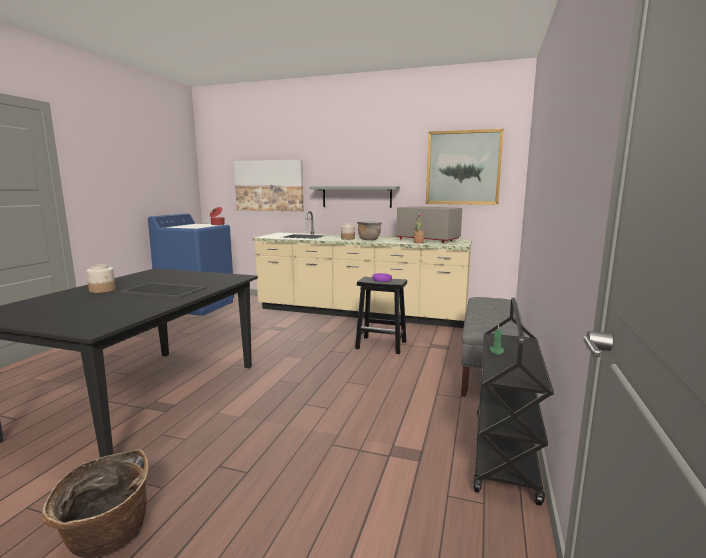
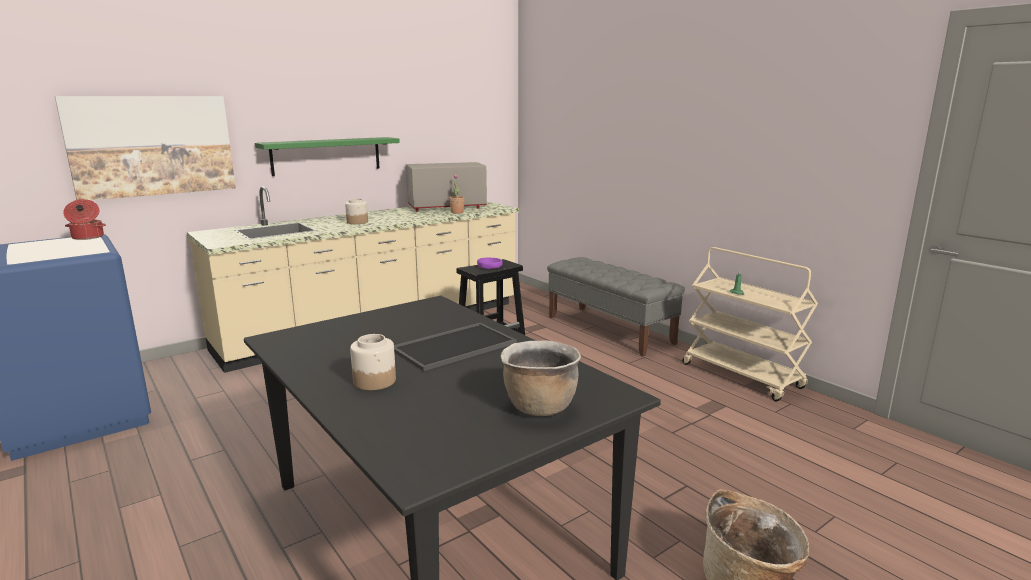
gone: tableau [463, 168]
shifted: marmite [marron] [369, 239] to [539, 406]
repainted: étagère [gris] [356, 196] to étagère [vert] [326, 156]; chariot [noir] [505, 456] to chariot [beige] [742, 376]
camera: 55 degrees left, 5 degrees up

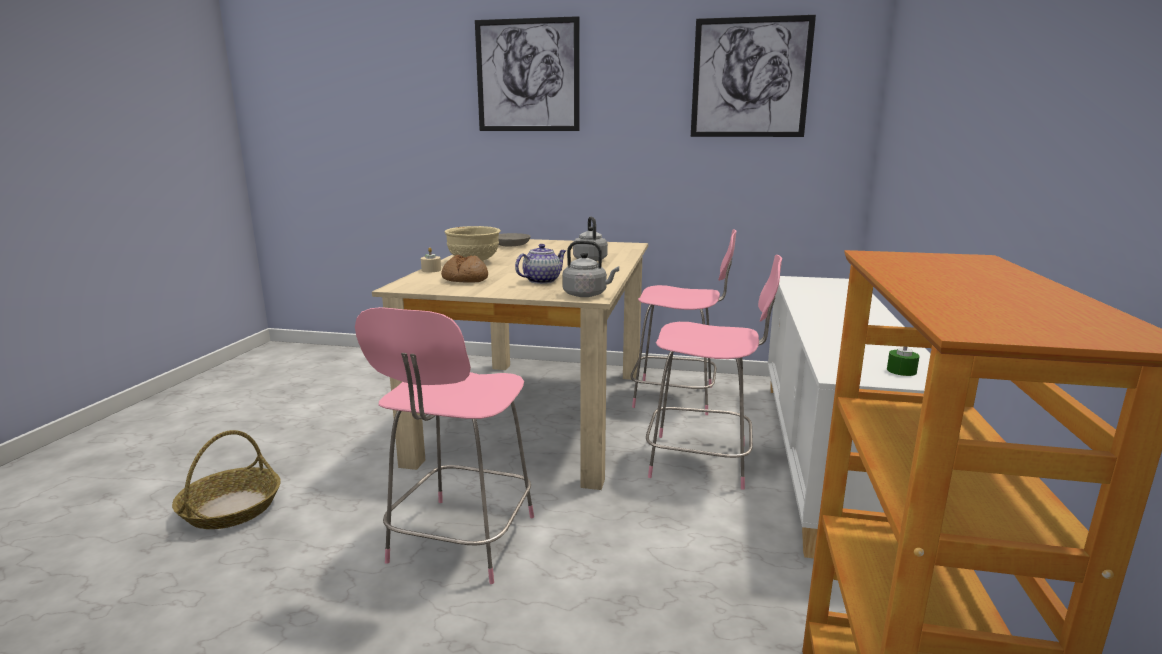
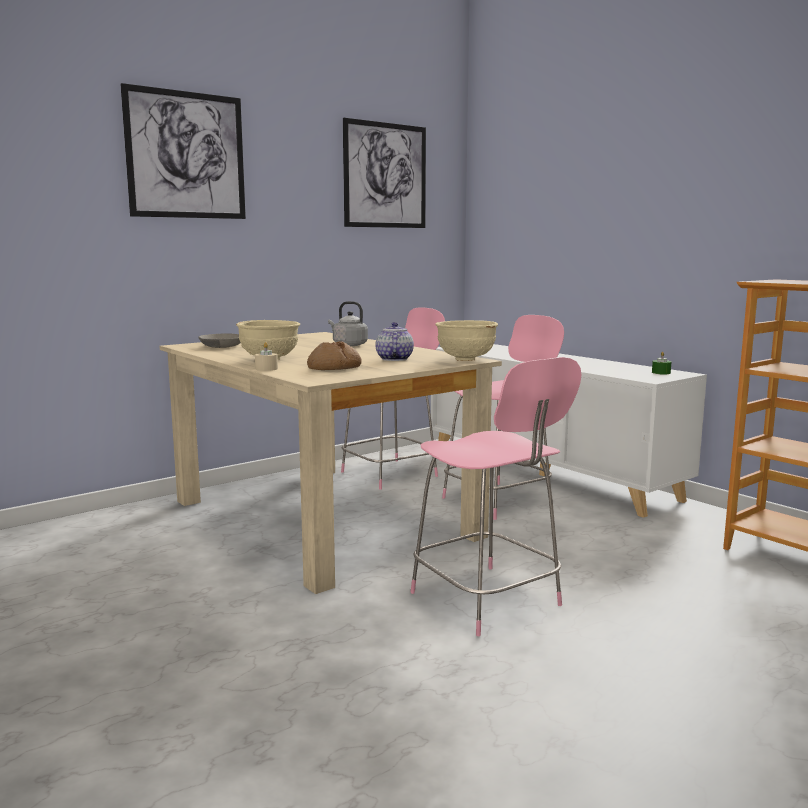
gone: panier [231, 508]
swapped: bouilloire [gris] [587, 294] to bol [beige] [465, 359]
camera: 50 degrees left, 5 degrees down

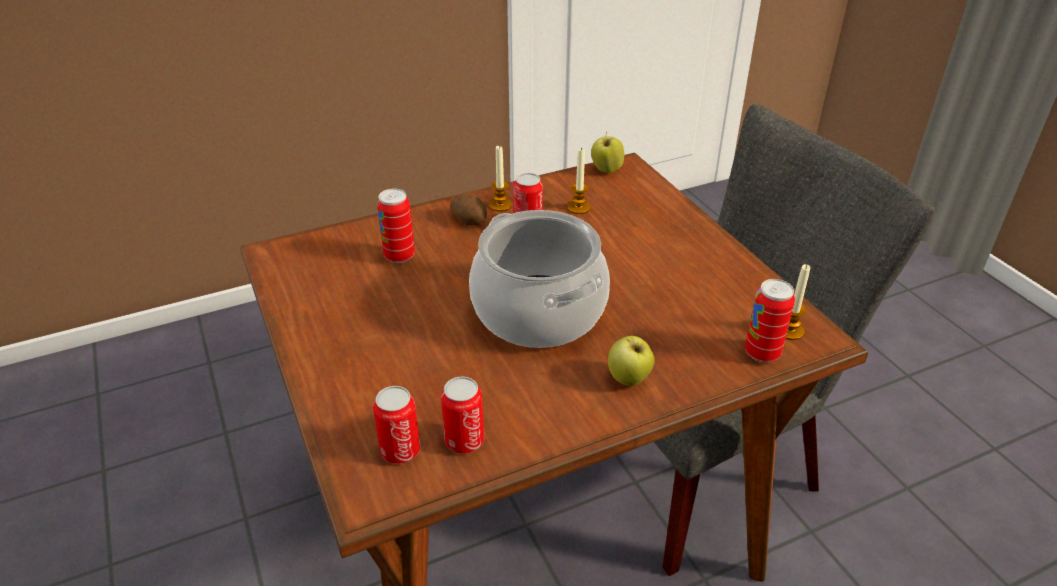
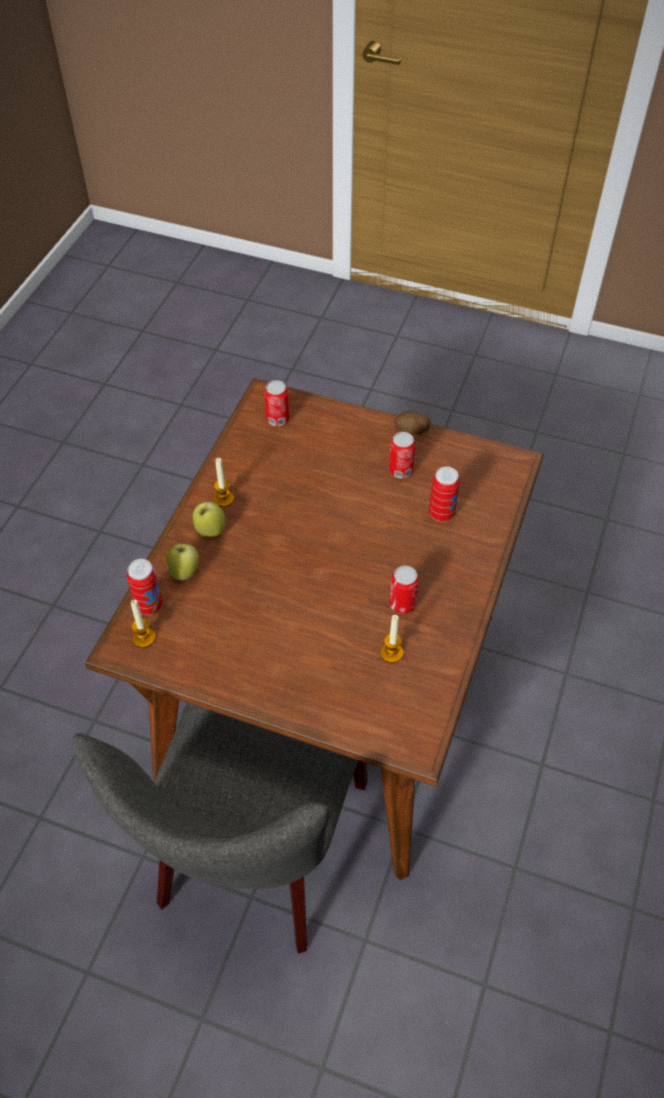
gone: marmite [540, 311]
shifted: pomme [606, 170] to [184, 571]; bougie [500, 205] to [223, 499]; pomme de terre [470, 220] to [411, 430]; boîte métallique [464, 441] to [400, 470]
camera: 135 degrees right, 15 degrees up

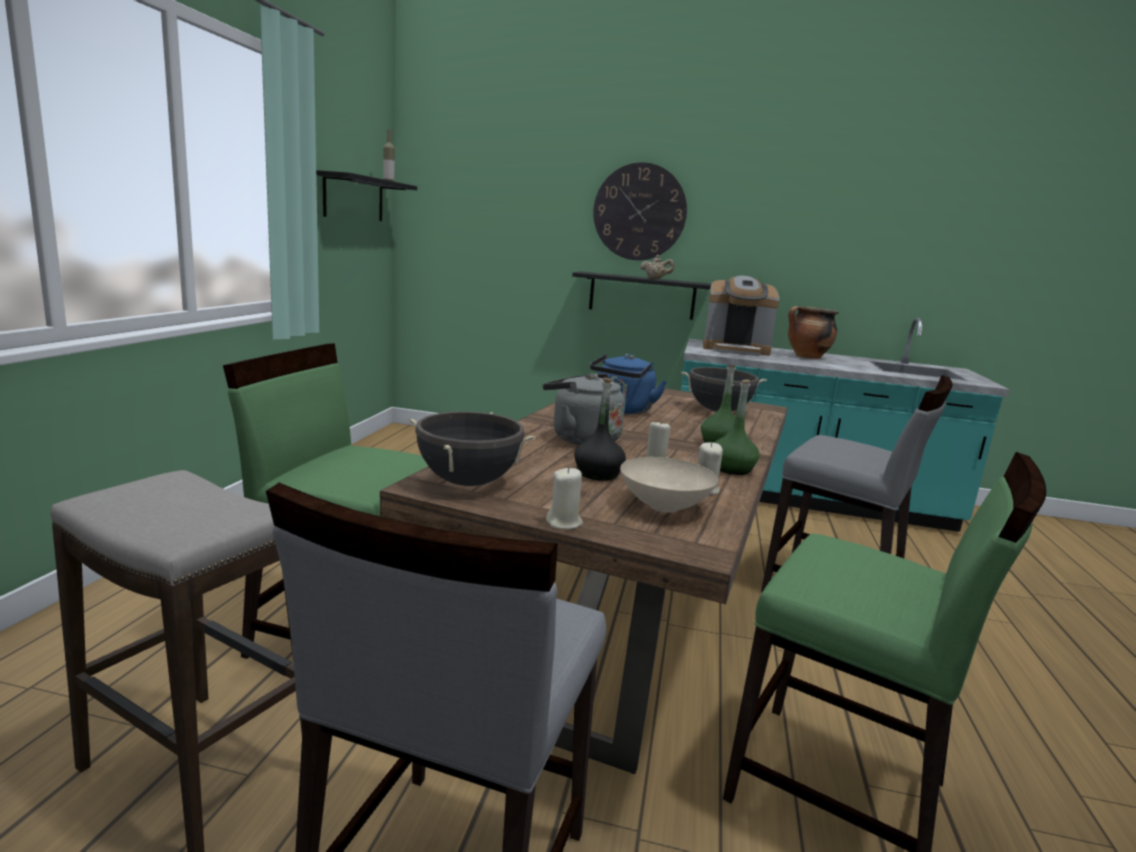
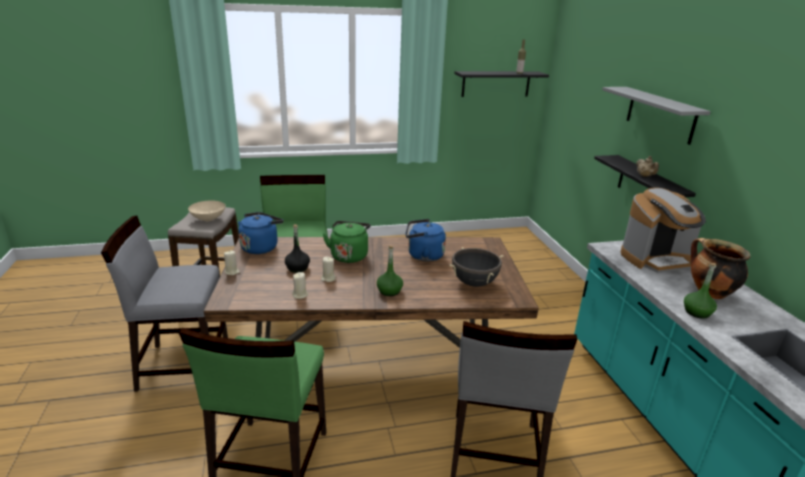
shifted: bouteille [vert] [732, 469] to [696, 312]; bol [beige] [665, 507] to [208, 219]
swapped: horloge murale [639, 212] to étagère [gris] [660, 114]; marmite [noir] [468, 482] to bouilloire [bleu] [261, 247]
repainted: bouilloire [gris] [581, 438] to bouilloire [vert] [349, 255]
rotated: machine à café [735, 350] = [655, 259] 90 degrees counterclockwise
camera: 65 degrees right, 10 degrees up

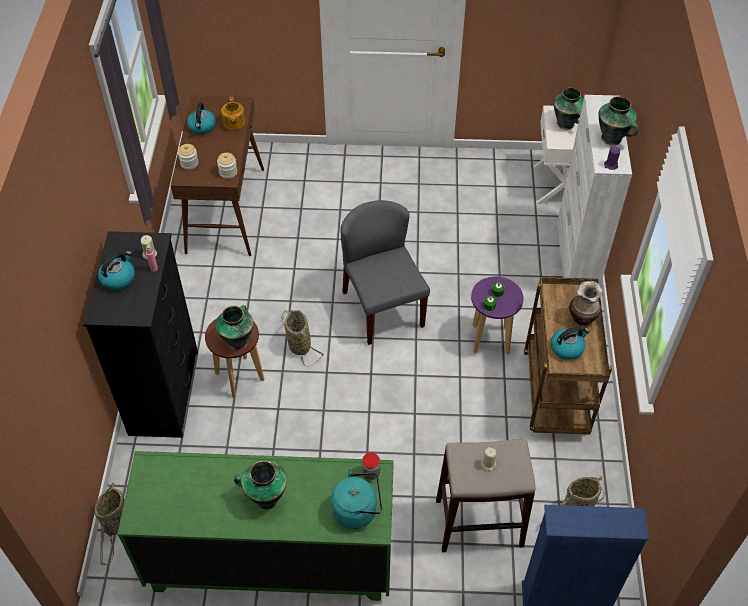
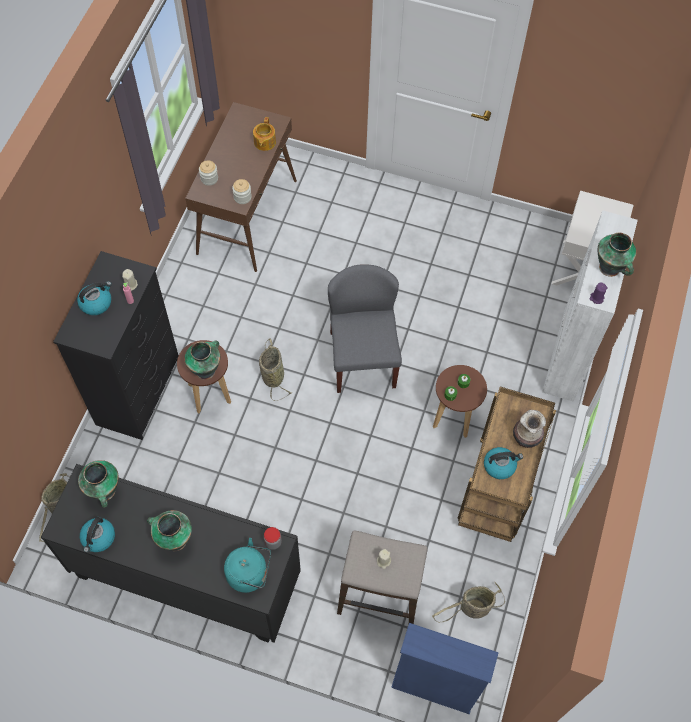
shifted: vase [566, 124] to [105, 492]; bouilloire [202, 127] to [98, 538]
repainted: tabouret [violet] [490, 339] to tabouret [marron] [454, 418]; commode [vert] [271, 558] to commode [noir] [185, 575]
camera: 15 degrees right, 10 degrees up

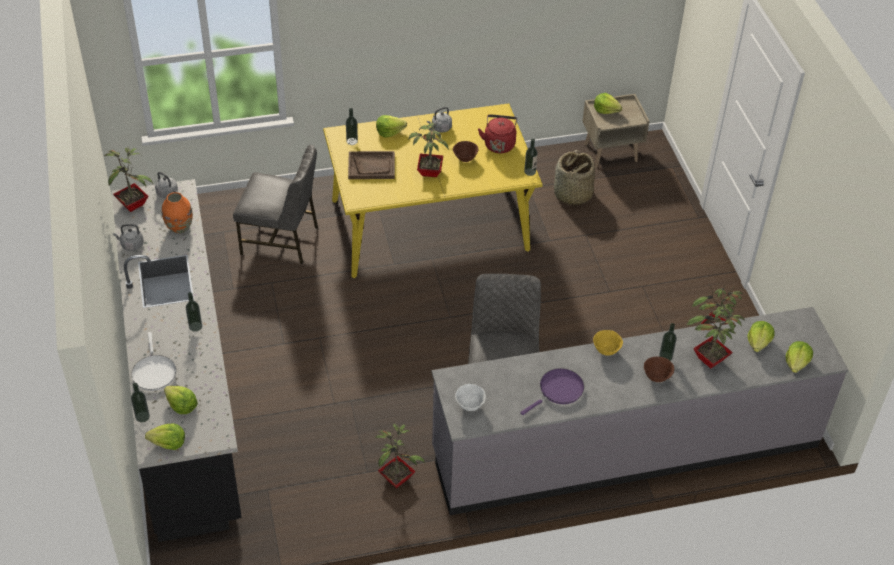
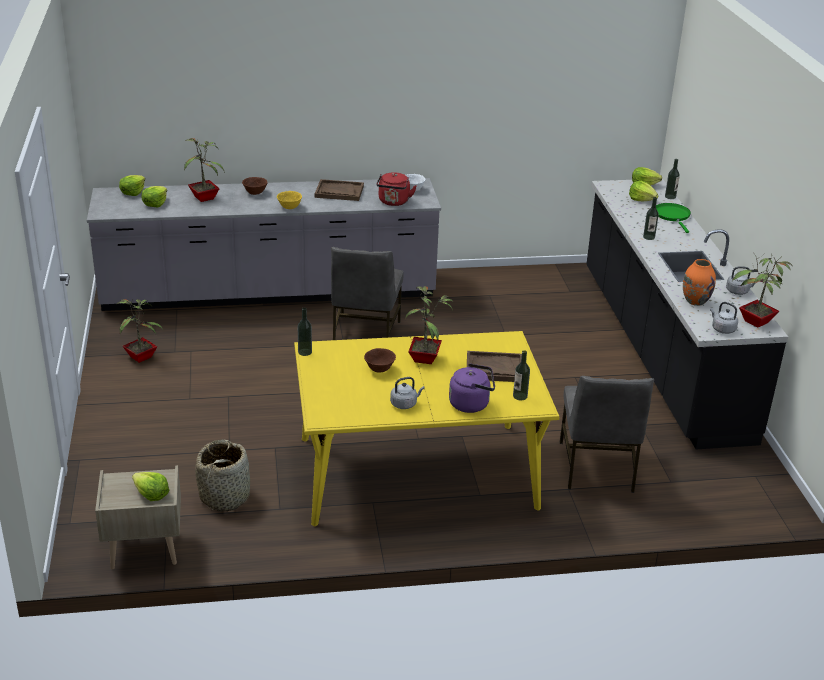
gone: bouteille [665, 357]; plante en pot [397, 478]
shifted: bouilloire [rouge] [499, 144] to [393, 202]
swapped: laitue [389, 132] to bouilloire [violet] [471, 404]; poêle [violet] [558, 390] to plateau [marron] [339, 192]
repainted: poêle [blanc] [154, 372] to poêle [vert] [672, 216]
rotated: chaise [gris] [281, 240] = [597, 468] 105 degrees counterclockwise
camera: 175 degrees left, 15 degrees down

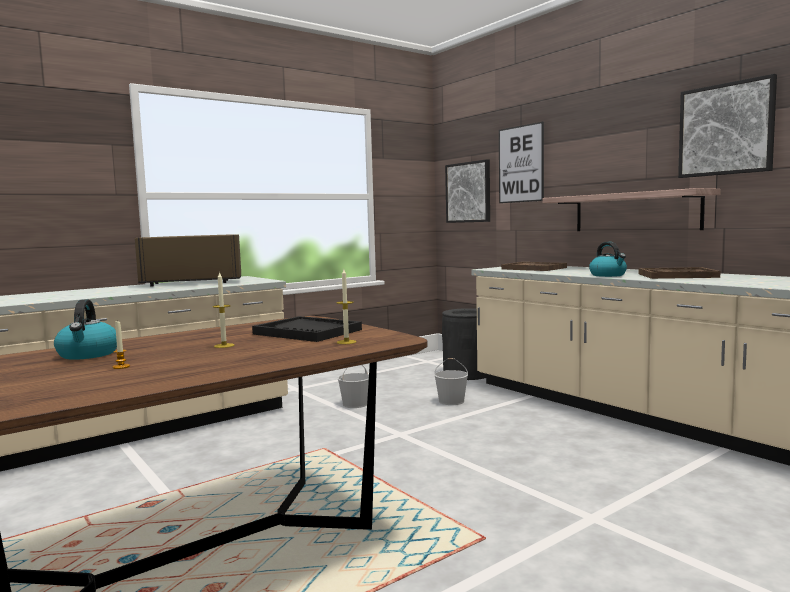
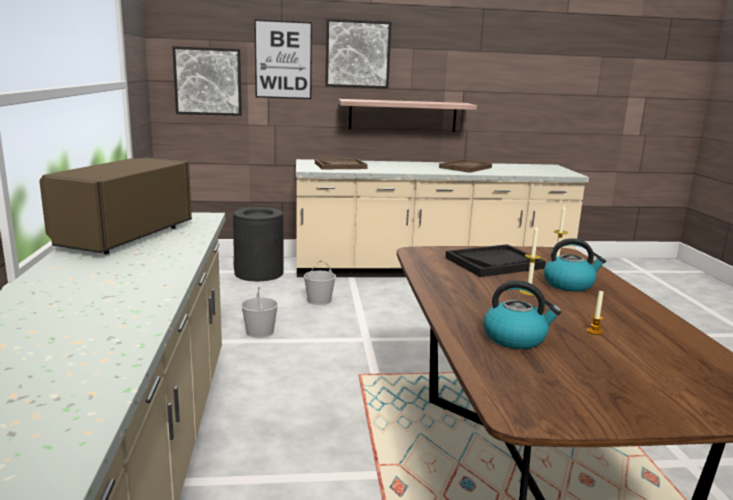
shifted: tableau [726, 129] to [357, 54]; bouilloire [608, 275] to [569, 284]
camera: 60 degrees left, 10 degrees up

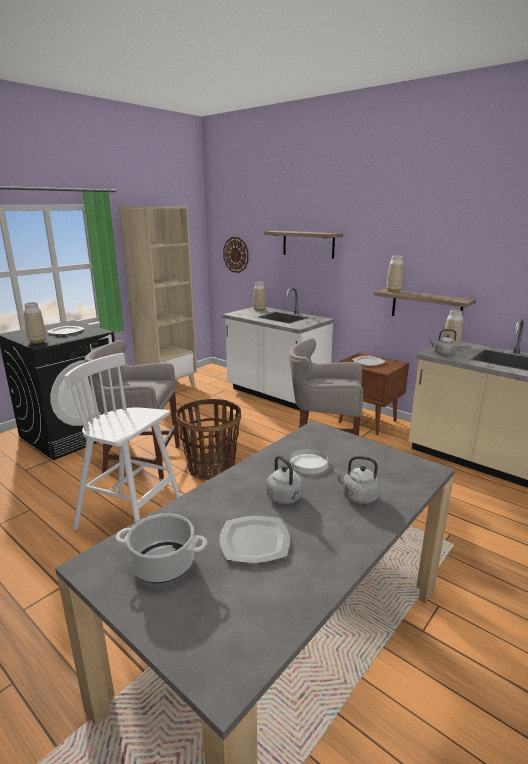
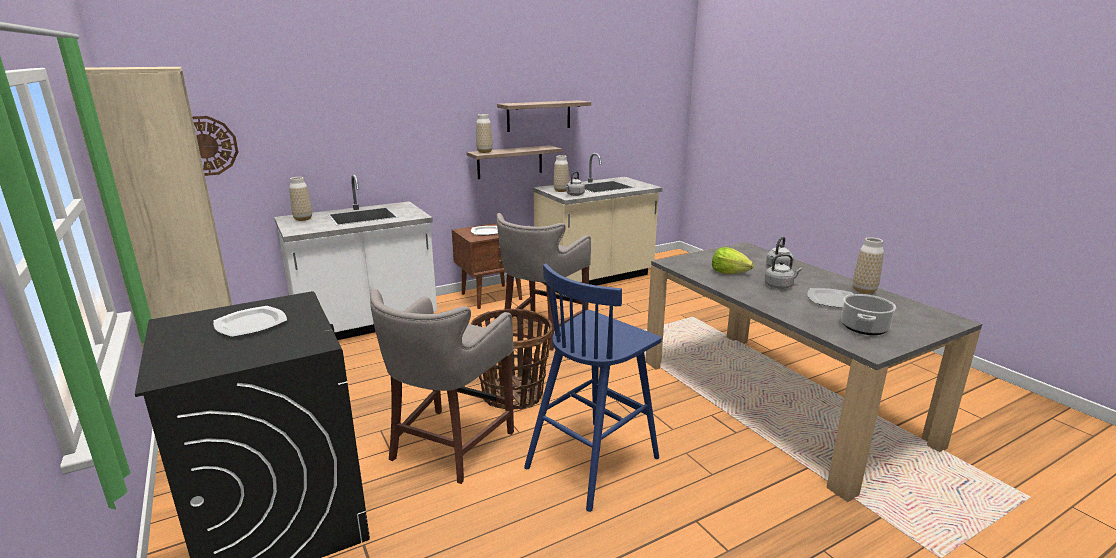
shifted: étagère [308, 244] to [539, 116]; vase [37, 341] to [864, 290]
swapped: assiette [blanc] [309, 463] to laitue [729, 272]
repainted: tabouret [blanc] [132, 521] to tabouret [bleu] [594, 461]
camera: 70 degrees left, 0 degrees up

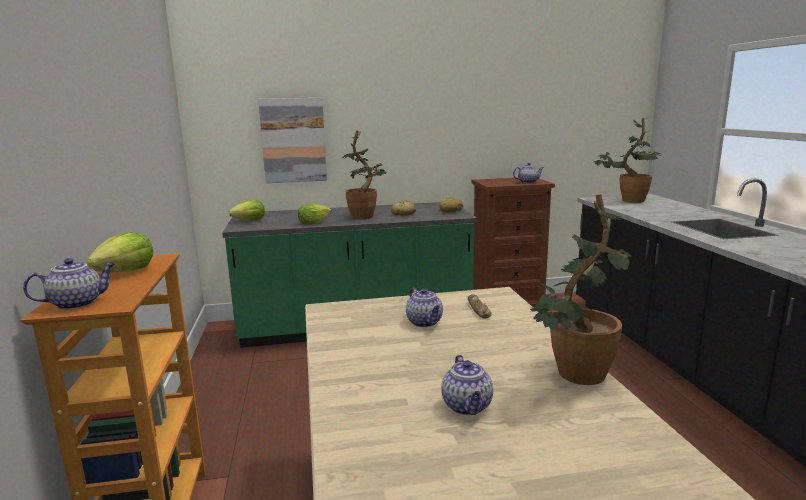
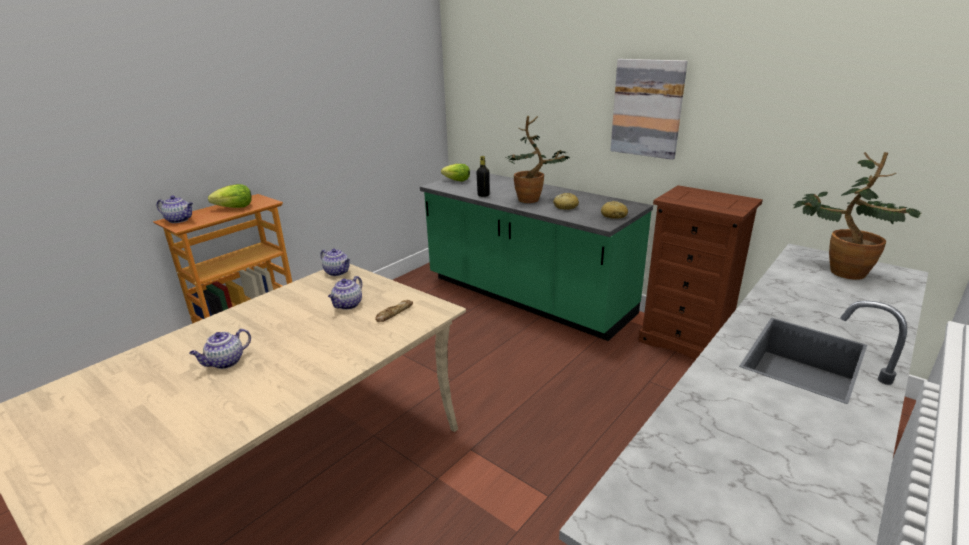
gone: plante en pot [573, 377]
shifted: tableau [293, 140] to [647, 108]; théière [528, 182] to [338, 272]
swapped: laitue [313, 223] to bouteille [noir] [483, 195]
camera: 50 degrees right, 10 degrees up

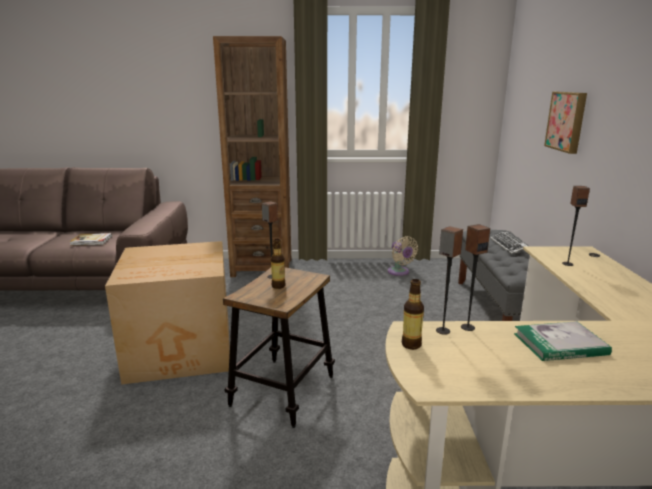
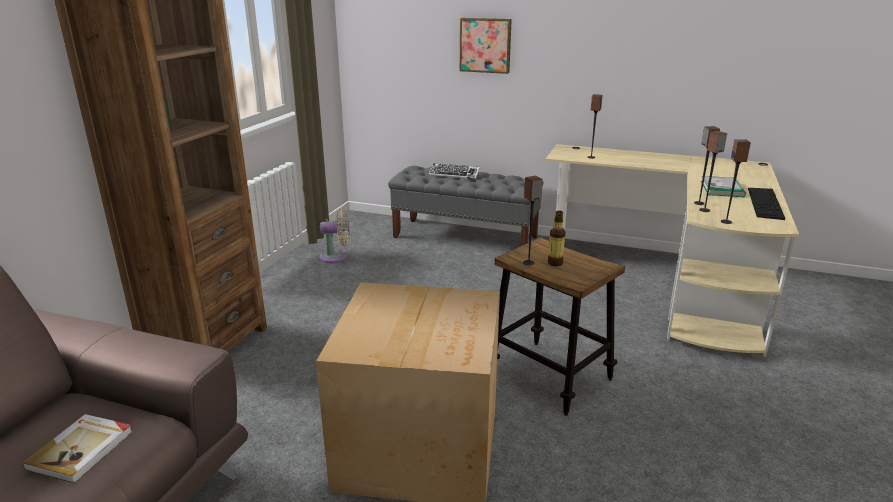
new: clavier [765, 203]
swapped: bouteille [411, 345] to enceinte [726, 222]
camera: 70 degrees left, 5 degrees up

